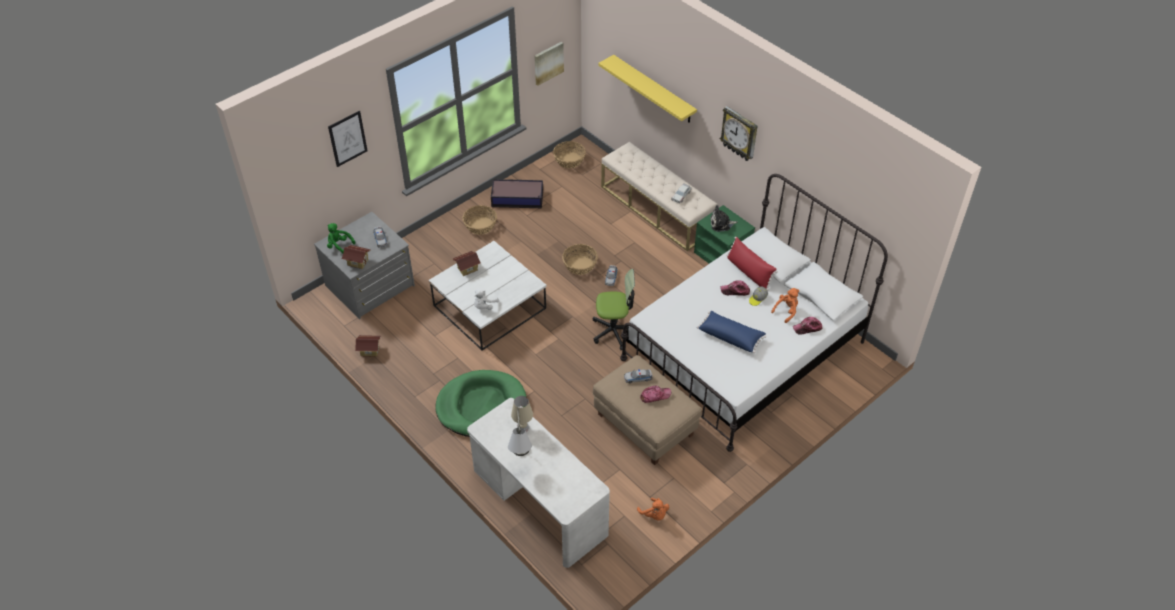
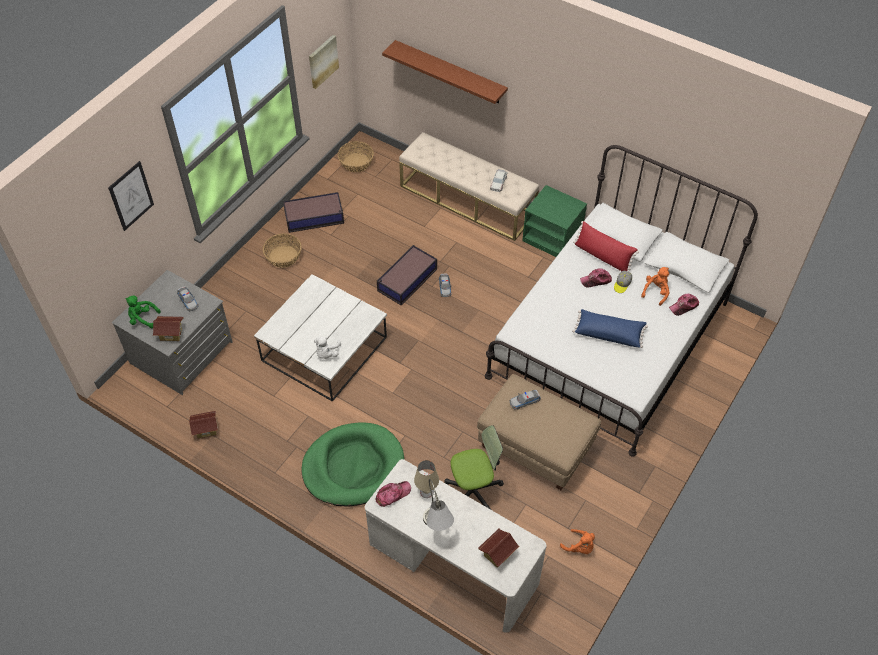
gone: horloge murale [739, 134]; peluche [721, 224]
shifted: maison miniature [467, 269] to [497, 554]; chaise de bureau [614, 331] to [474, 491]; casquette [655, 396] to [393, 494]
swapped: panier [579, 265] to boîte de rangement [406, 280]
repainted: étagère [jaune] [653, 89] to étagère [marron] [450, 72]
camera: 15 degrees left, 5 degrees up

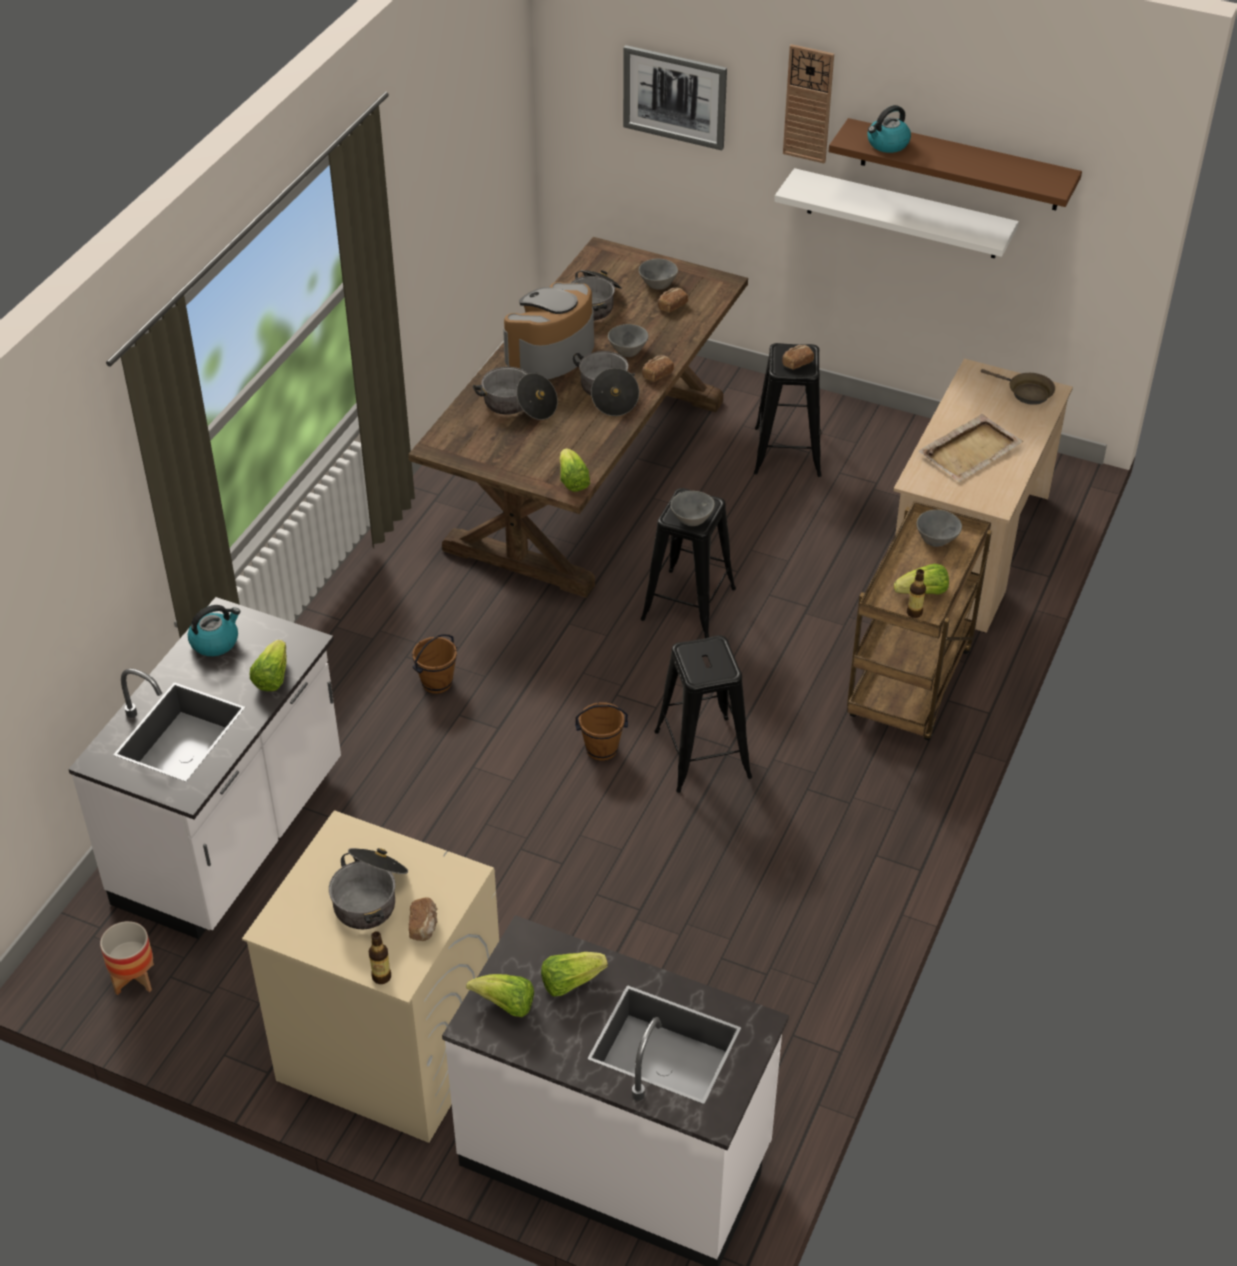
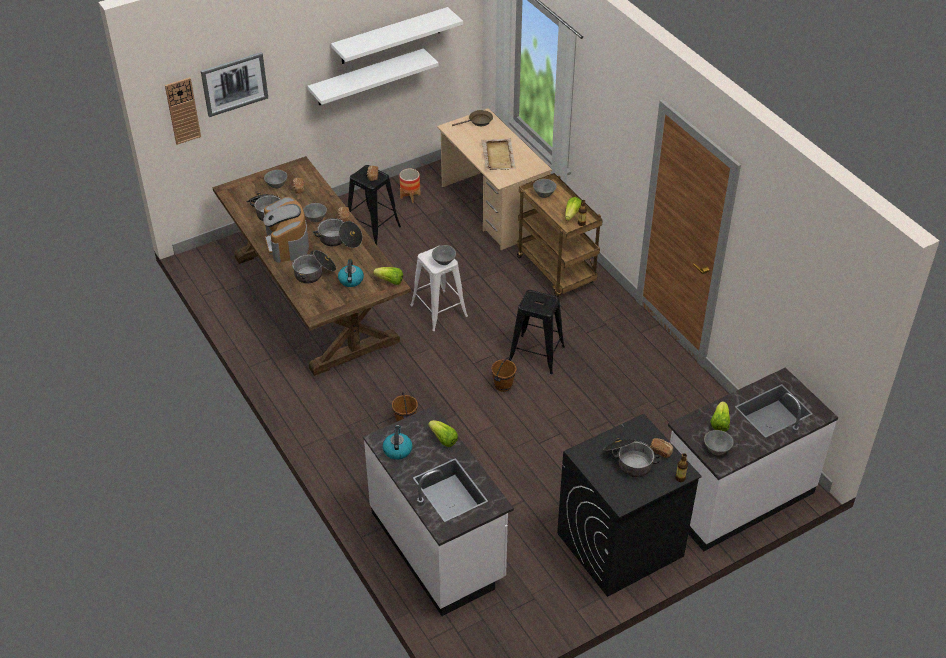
shifted: horloge murale [808, 104] to [182, 111]; bouilloire [887, 144] to [351, 280]; cache-pot [134, 979] to [410, 196]
swapped: laitue [505, 1005] to bol [gris] [717, 449]
repainted: étagère [marron] [960, 165] to étagère [blanc] [391, 36]; tabouret [noir] [688, 603] to tabouret [blanc] [438, 310]; lave-linge [beige] [389, 1047] to lave-linge [noir] [619, 545]
camera: 55 degrees left, 0 degrees up

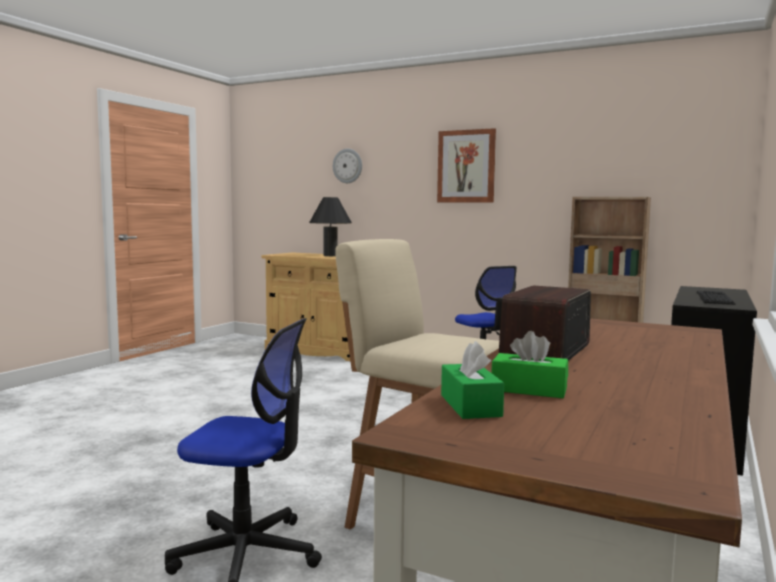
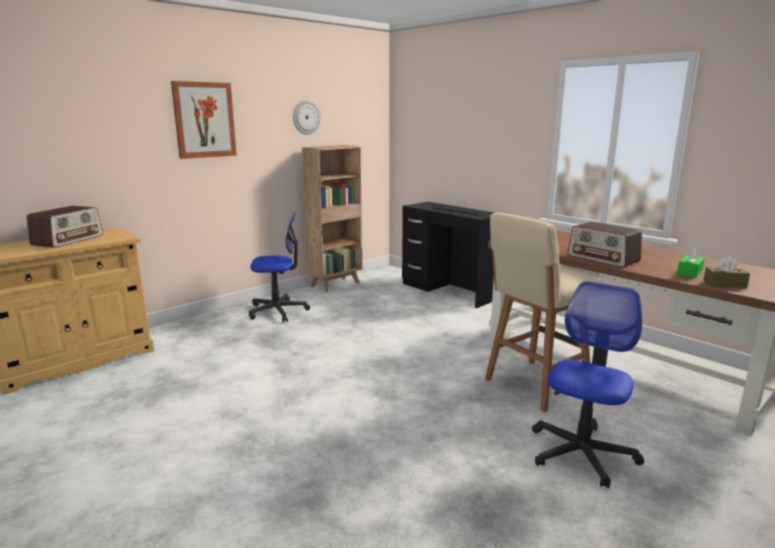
shifted: horloge murale [347, 166] to [306, 117]
swapped: lampe de table [noir] [330, 255] to radio [68, 240]
repainted: boîte à mouchoirs [vert] [470, 405] to boîte à mouchoirs [marron] [724, 284]
camera: 70 degrees left, 10 degrees up

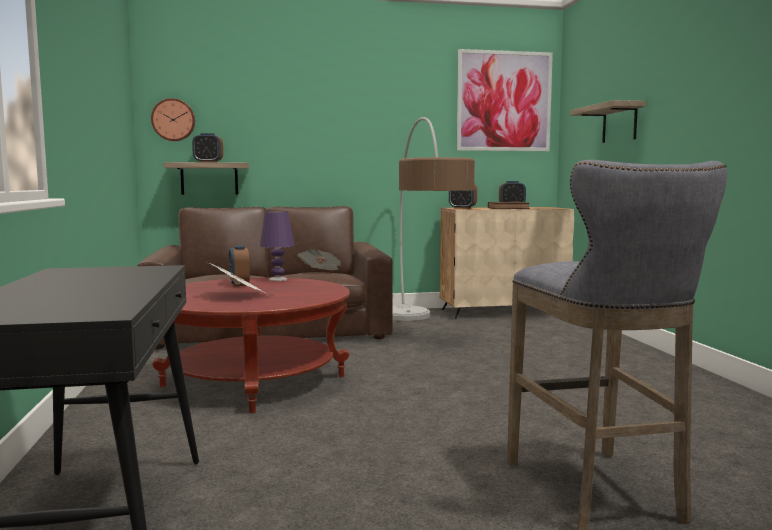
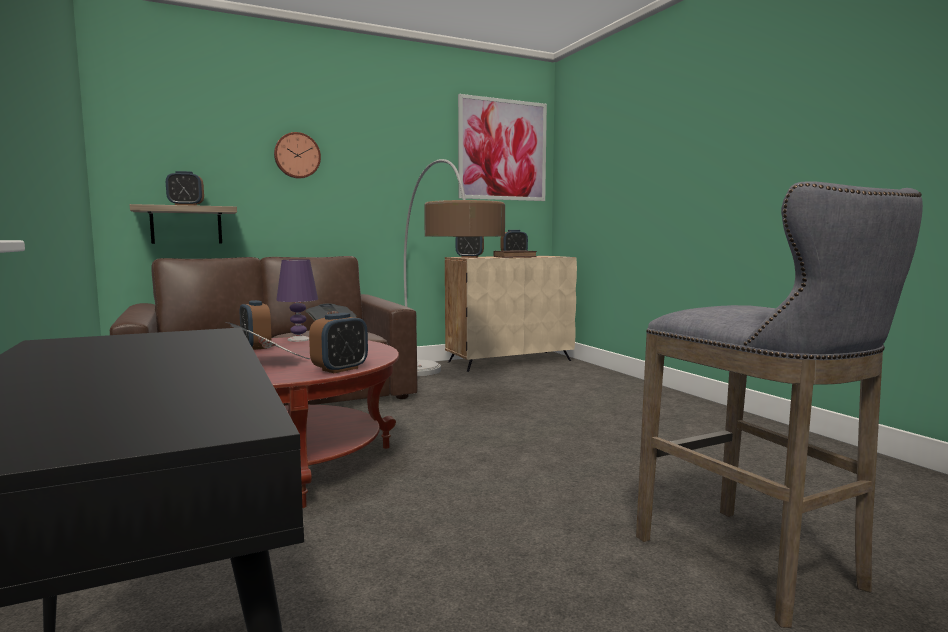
gone: étagère [619, 123]
new: réveil [340, 369]
shifted: horloge murale [173, 120] to [297, 155]
camera: 15 degrees left, 0 degrees up

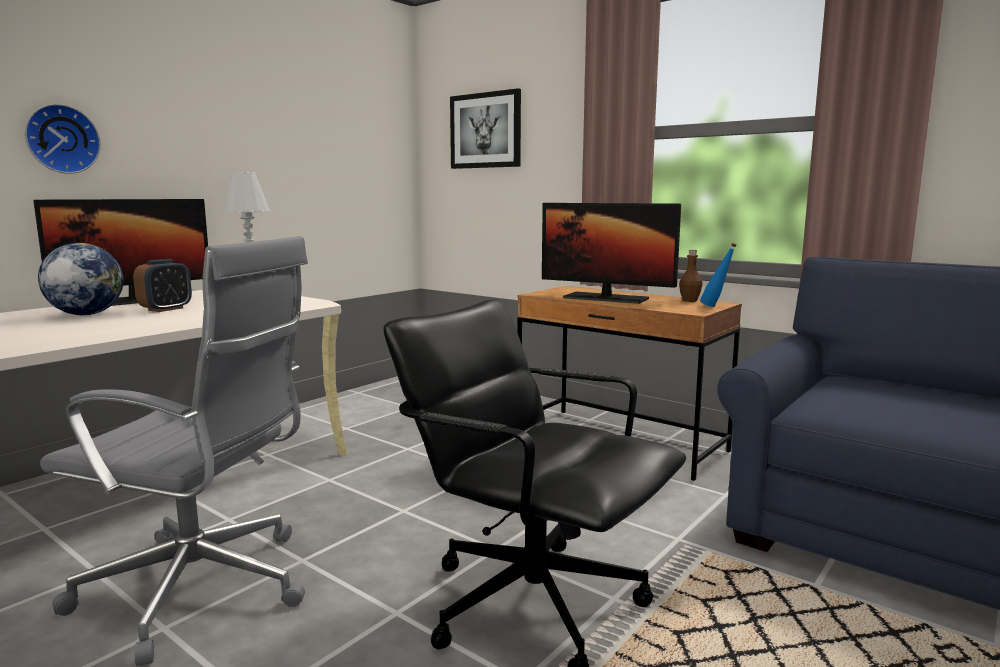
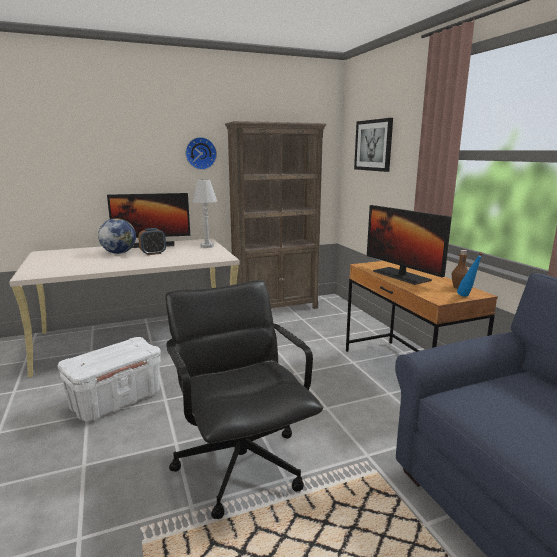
new: bibliothèque [marron] [276, 308]
shifted: horloge murale [61, 139] to [200, 153]
swapped: chaise de bureau [gris] [202, 589] to boîte de rangement [blanc] [115, 401]
camera: 30 degrees right, 5 degrees up

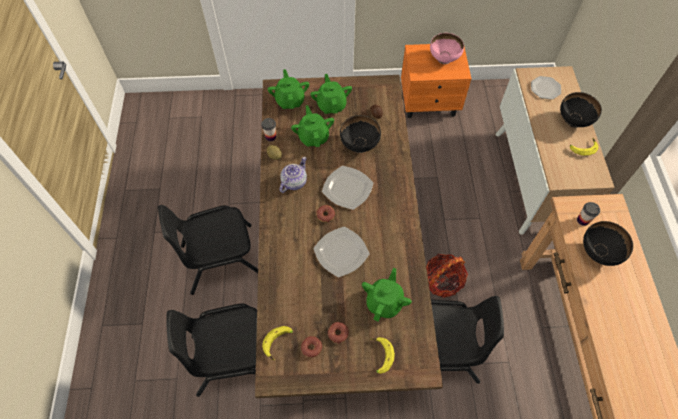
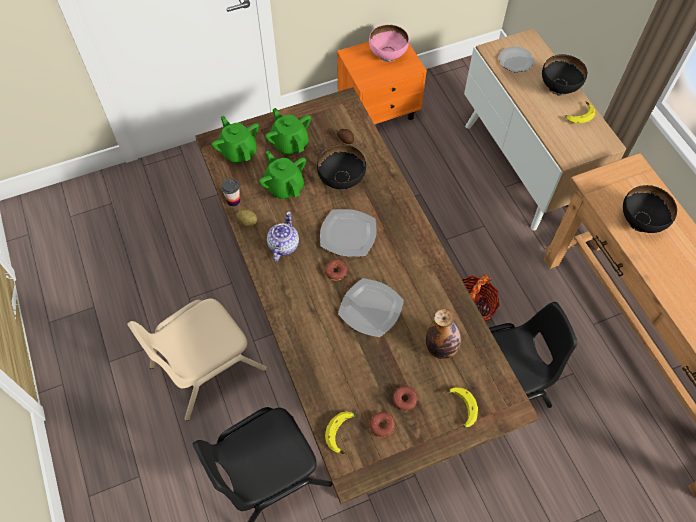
gone: tasse [583, 220]
swapped: théière [vert] [384, 302] to bouteille [441, 348]
repainted: chaise [noir] [221, 259] to chaise [beige] [206, 367]
camera: 20 degrees left, 0 degrees up

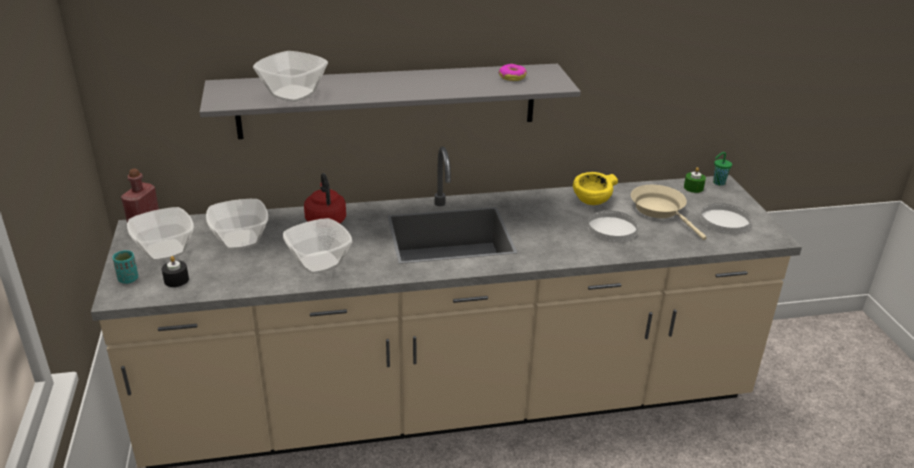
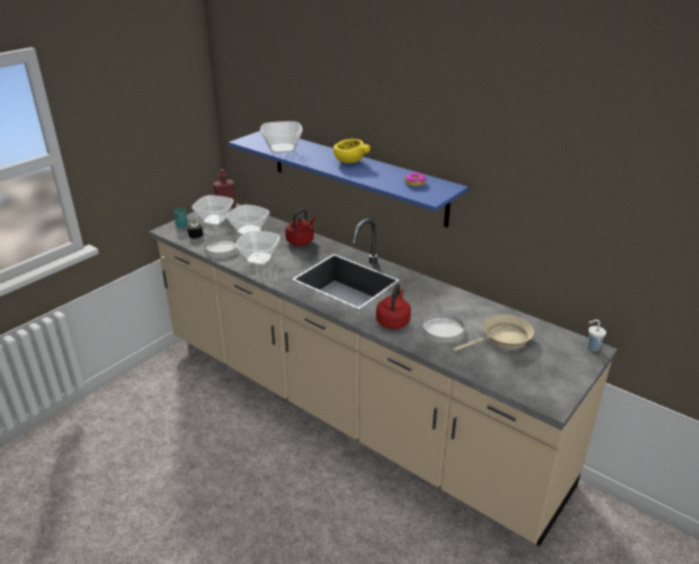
gone: bougie [vert] [693, 188]
new: bouilloire [rouge] [393, 321]
shifted: bol [jaune] [592, 201] to [349, 161]; assiette [blanc] [724, 221] to [222, 248]
repainted: étagère [gris] [388, 100] to étagère [bleu] [356, 176]; tasse [vert] [718, 183] to tasse [blanc] [592, 348]
rotated: poêle [beige] [660, 210] = [502, 339] 45 degrees clockwise
camera: 50 degrees right, 0 degrees up

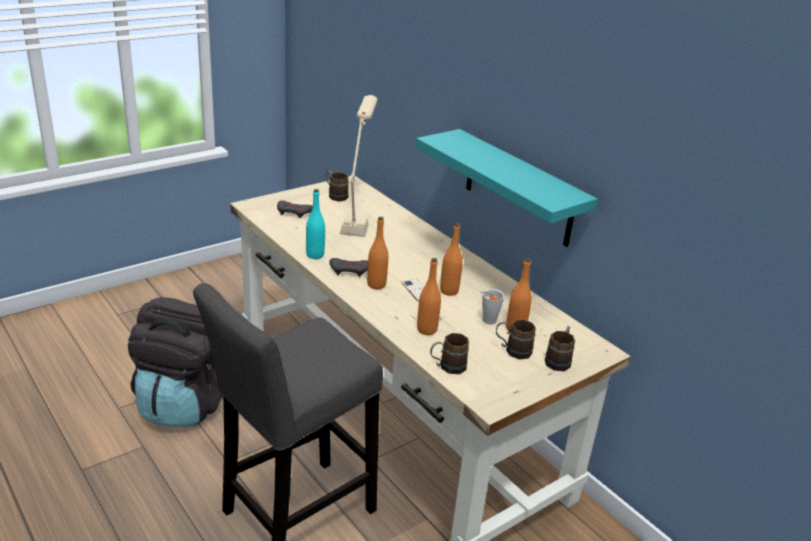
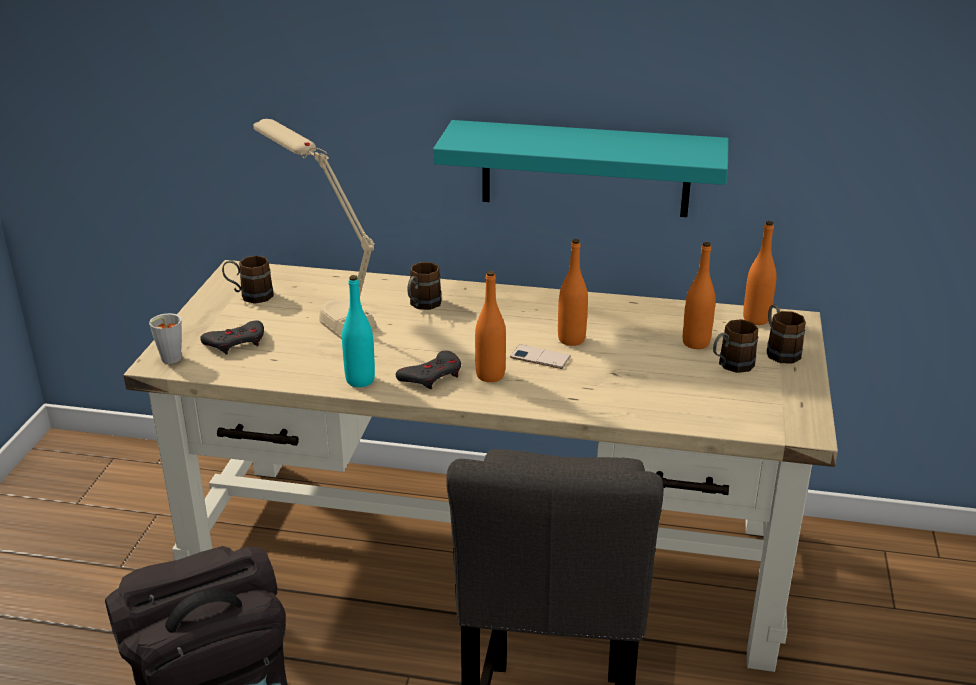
shifted: bouteille [orange] [427, 330] to [756, 319]; tasse [gris] [486, 321] to [168, 361]; mug [marron] [447, 367] to [422, 305]
camera: 40 degrees left, 0 degrees up

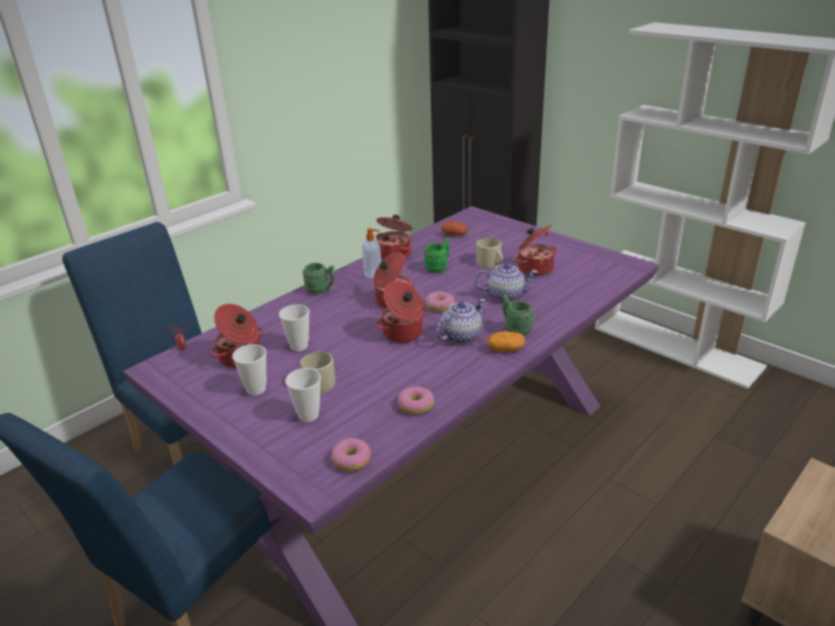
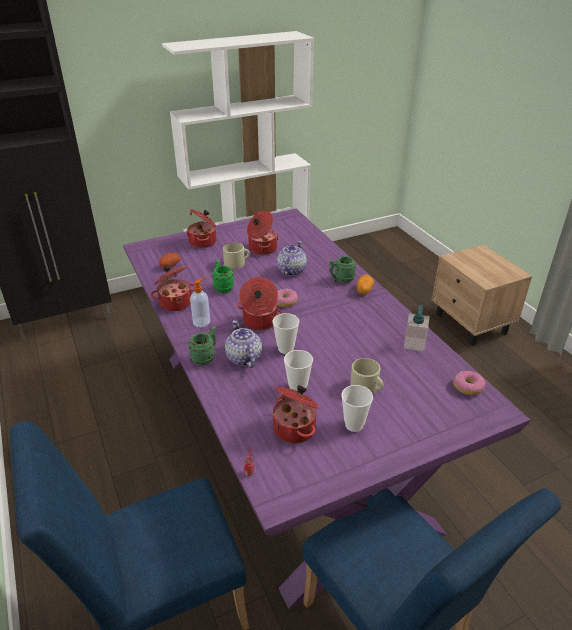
shifted: marmite [403, 334] to [203, 242]; théière [461, 336] to [243, 358]; tasse [308, 415] to [285, 349]
swapped: beignet [416, 405] to distributeur de savon [414, 344]
camera: 70 degrees left, 5 degrees up

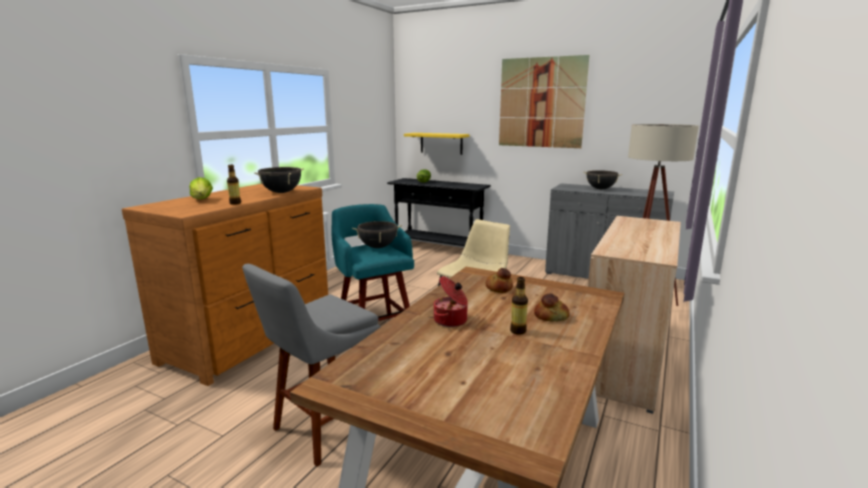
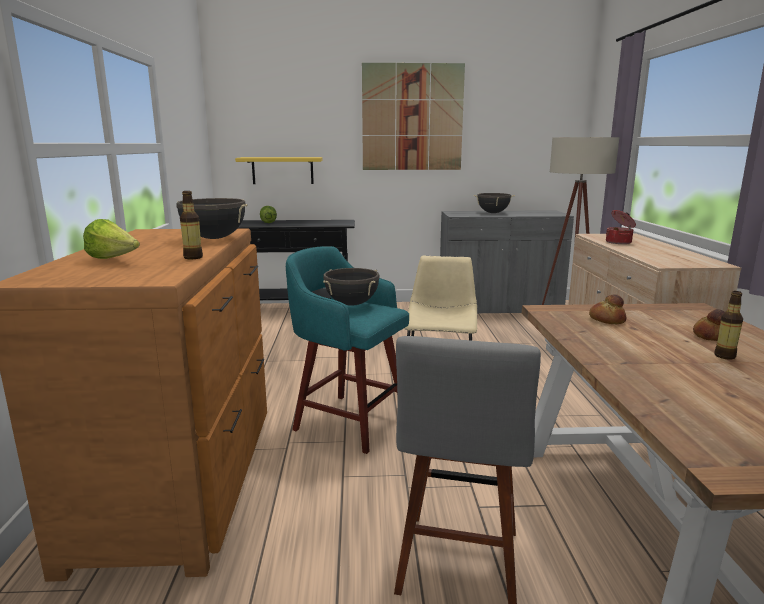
shifted: marmite [451, 321] to [619, 242]
camera: 30 degrees left, 0 degrees up

